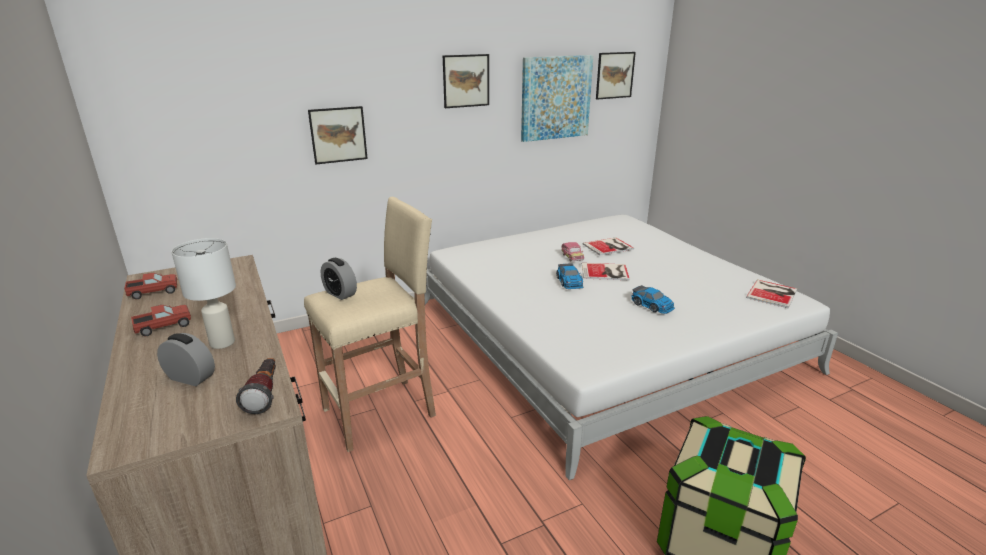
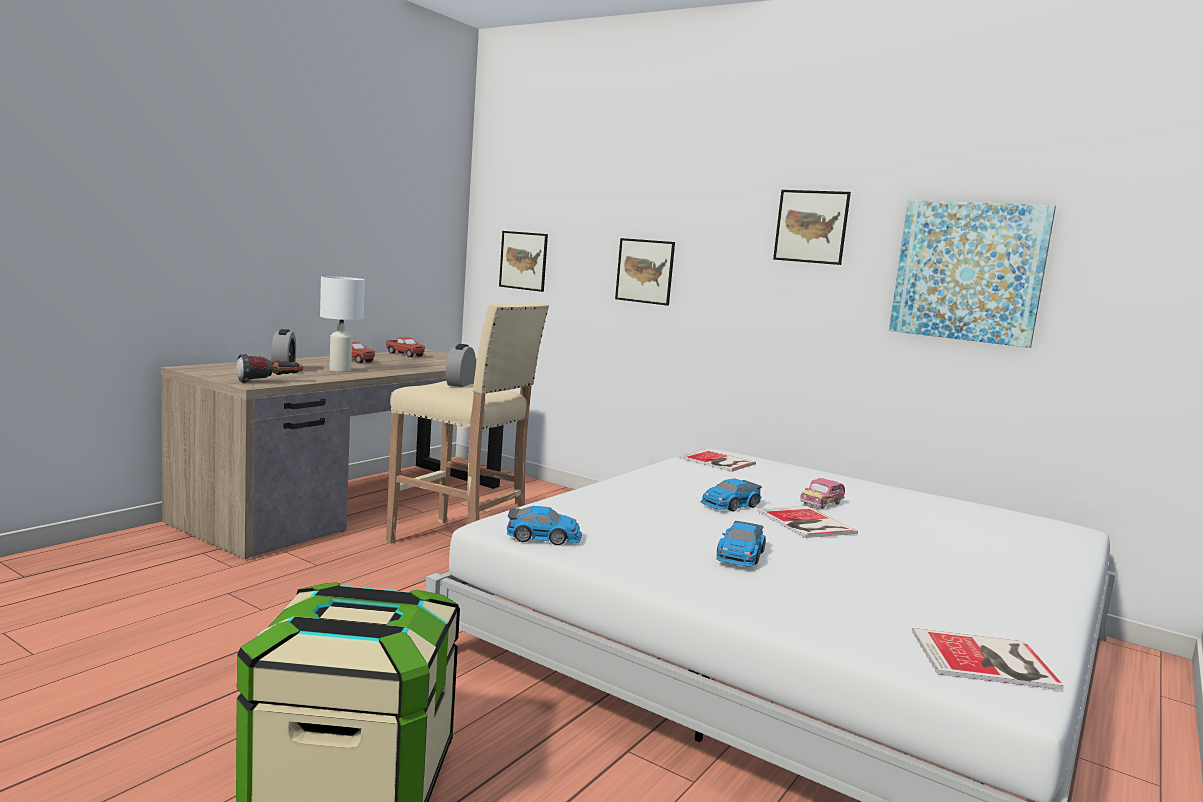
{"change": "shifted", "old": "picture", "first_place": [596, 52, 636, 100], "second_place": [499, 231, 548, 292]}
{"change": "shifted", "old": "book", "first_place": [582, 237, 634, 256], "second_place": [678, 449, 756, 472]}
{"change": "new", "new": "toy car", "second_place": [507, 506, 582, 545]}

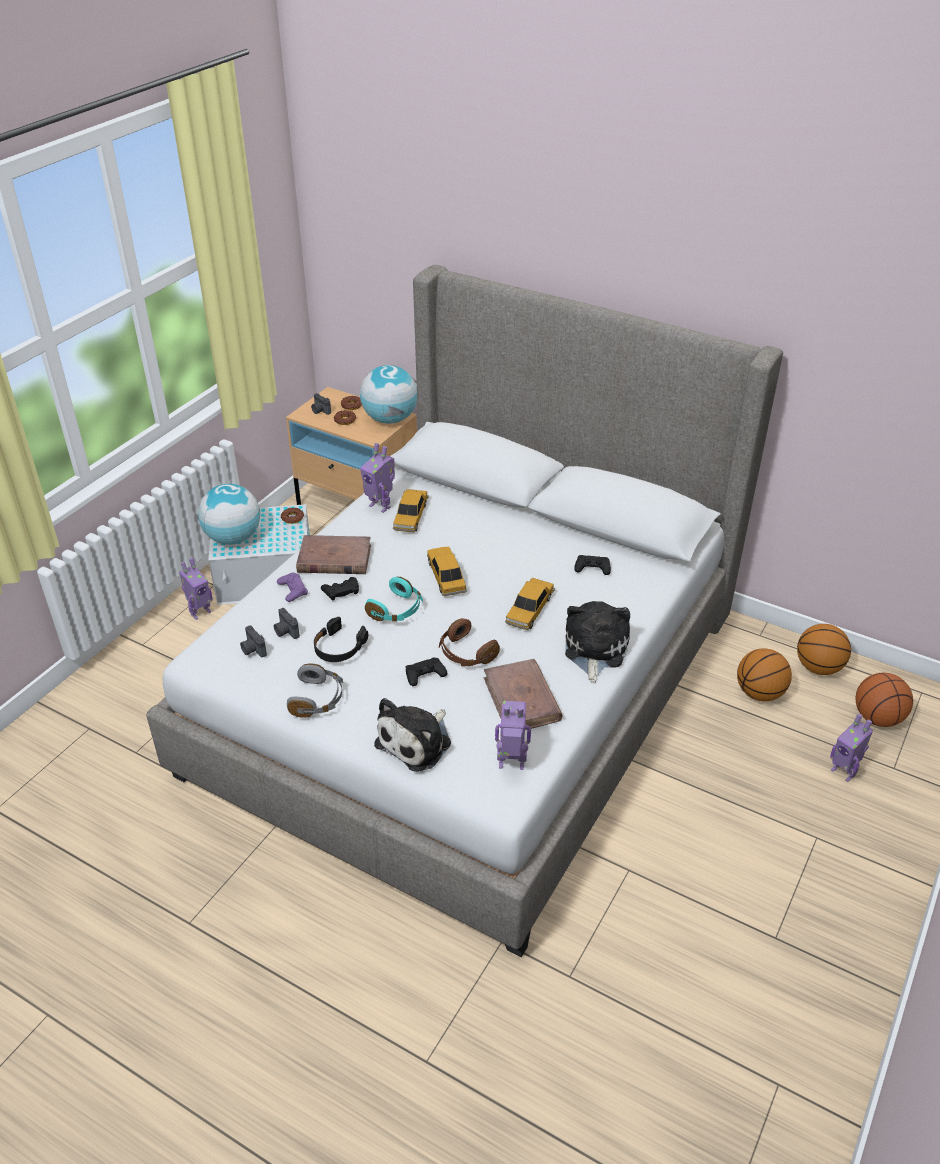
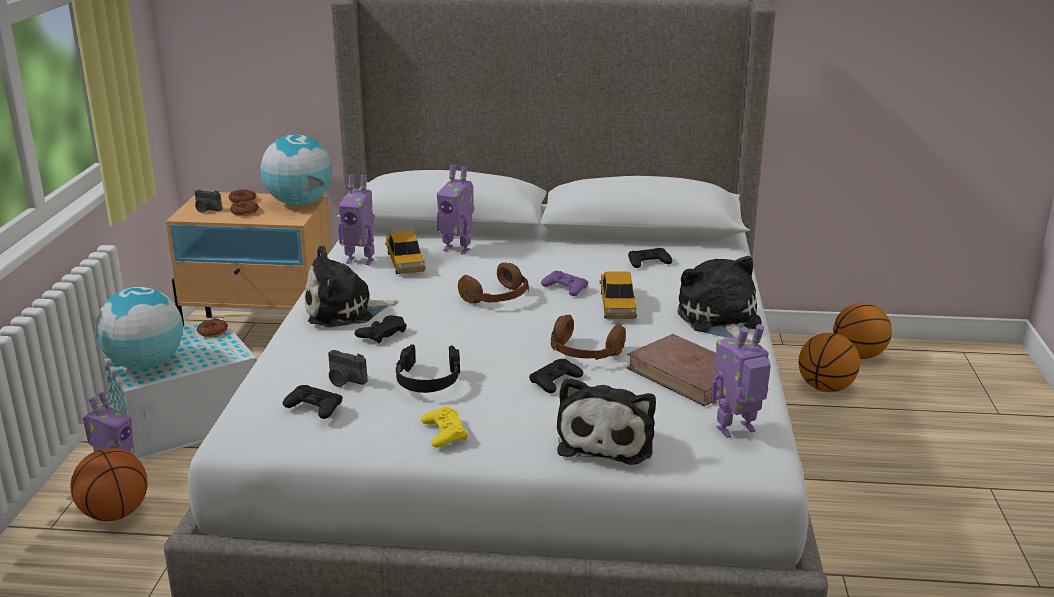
{"change": "swapped", "old": "brown book", "new": "plush toy", "first_place": [296, 535, 371, 574], "second_place": [304, 245, 399, 327]}
{"change": "swapped", "old": "toy car", "new": "brown headphones", "first_place": [427, 547, 467, 596], "second_place": [458, 263, 529, 303]}
{"change": "shifted", "old": "purple game controller", "first_place": [277, 573, 308, 602], "second_place": [541, 271, 588, 296]}
{"change": "gone", "old": "turquoise headphones", "first_place": [365, 577, 423, 621]}
{"change": "swapped", "old": "photo camera", "new": "black game controller", "first_place": [240, 625, 267, 657], "second_place": [283, 385, 343, 419]}
{"change": "swapped", "old": "grey headphones", "new": "yellow game controller", "first_place": [287, 663, 343, 718], "second_place": [421, 407, 468, 448]}
{"change": "shifted", "old": "basketball", "first_place": [856, 673, 913, 727], "second_place": [71, 448, 148, 521]}
{"change": "shifted", "old": "toy robot", "first_place": [830, 714, 873, 782], "second_place": [437, 165, 474, 255]}

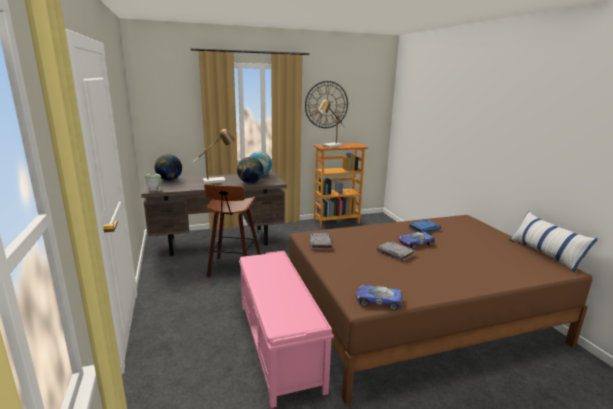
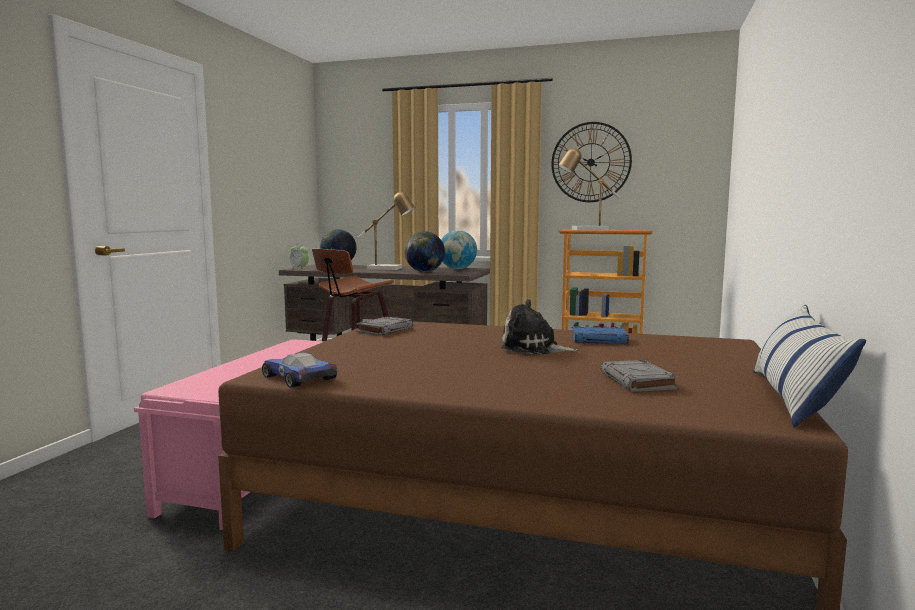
{"change": "swapped", "old": "toy car", "new": "plush toy", "first_place": [399, 232, 435, 249], "second_place": [501, 299, 577, 355]}
{"change": "shifted", "old": "grey book", "first_place": [378, 241, 415, 261], "second_place": [601, 360, 678, 392]}

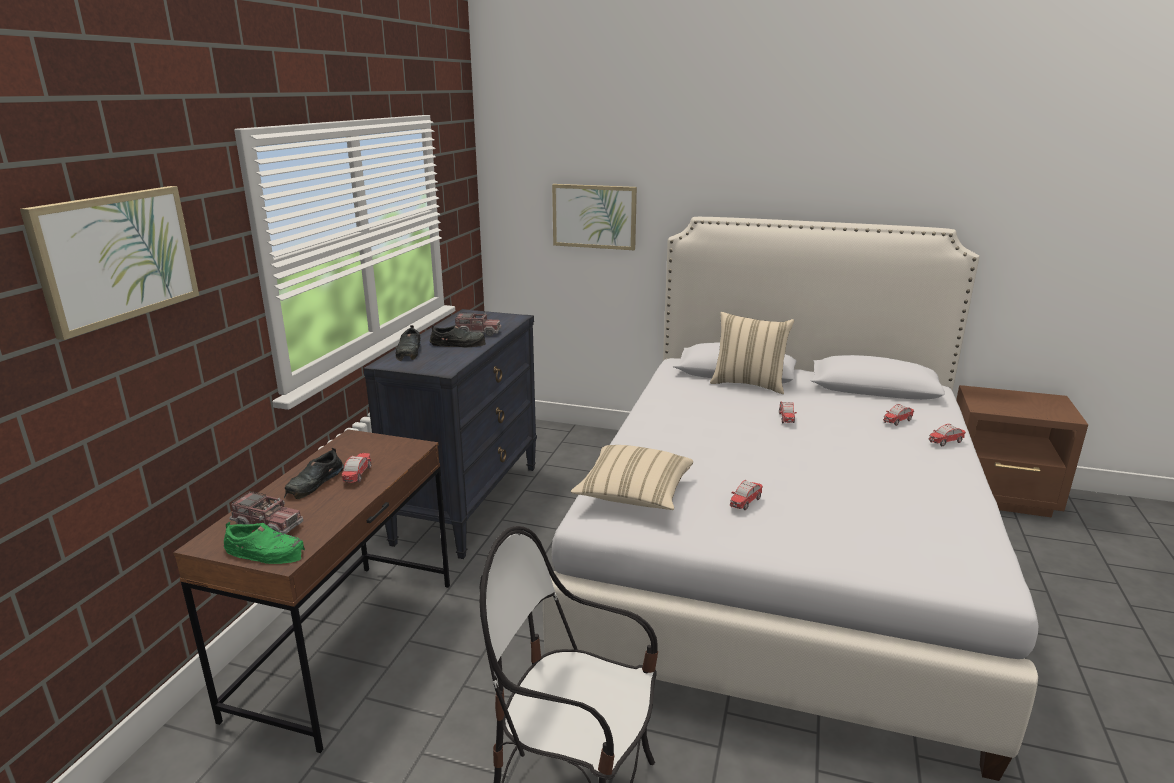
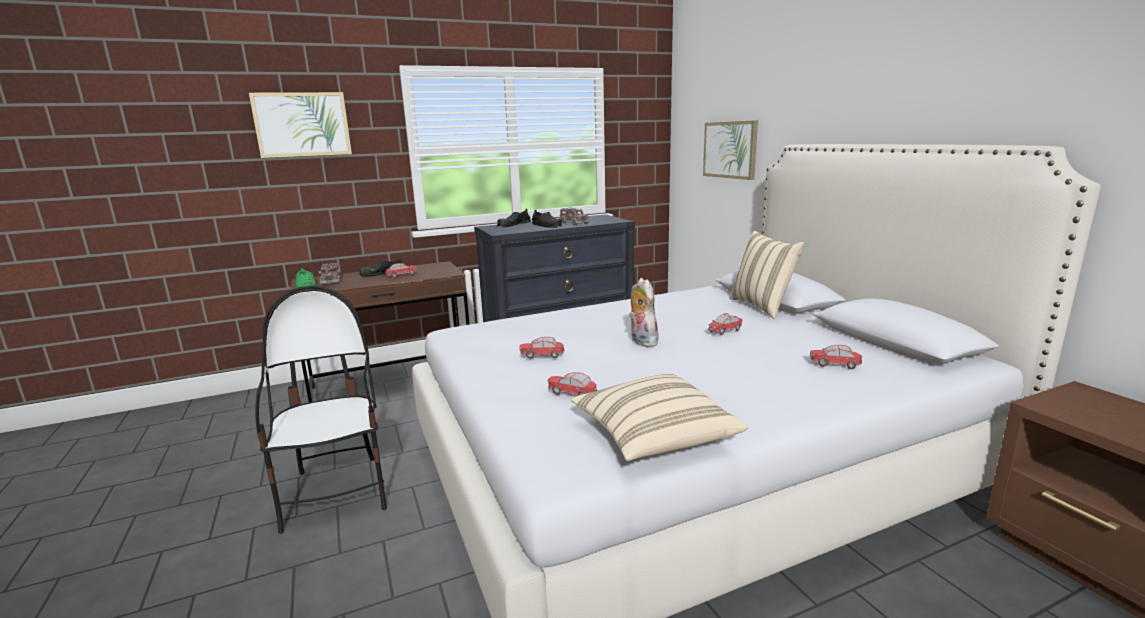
{"change": "shifted", "old": "toy car", "first_place": [929, 424, 966, 446], "second_place": [547, 372, 597, 396]}
{"change": "shifted", "old": "beige pillow", "first_place": [571, 445, 693, 510], "second_place": [571, 374, 748, 461]}
{"change": "new", "new": "plush toy", "second_place": [629, 278, 658, 347]}

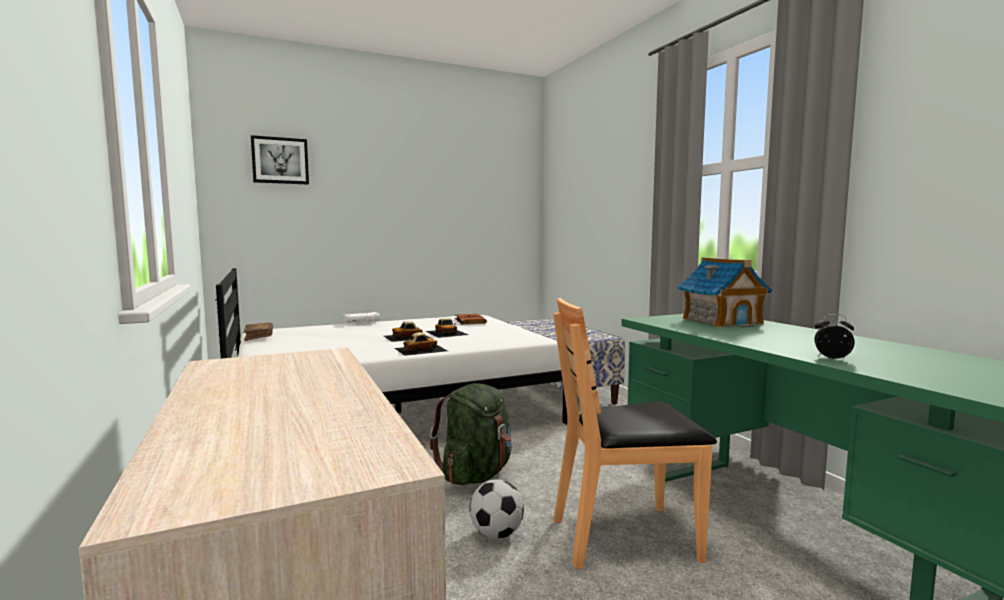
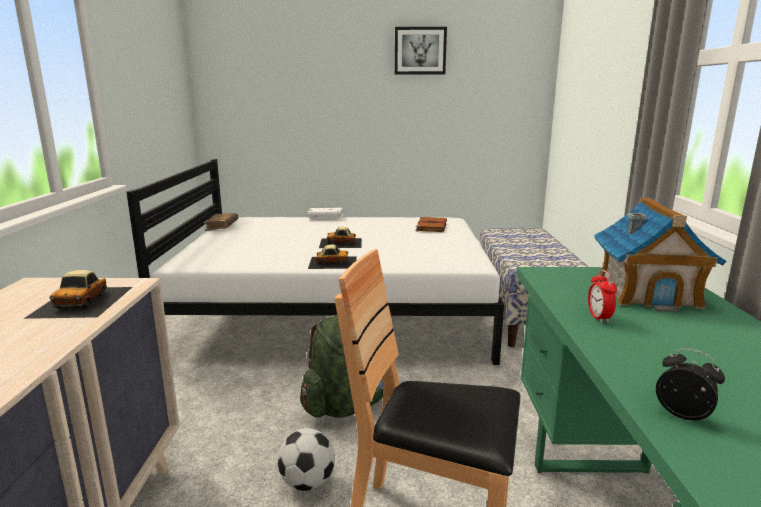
{"change": "shifted", "old": "picture", "first_place": [251, 135, 309, 185], "second_place": [395, 27, 447, 74]}
{"change": "shifted", "old": "toy car", "first_place": [425, 318, 468, 338], "second_place": [24, 270, 132, 319]}
{"change": "new", "new": "alarm clock", "second_place": [588, 270, 617, 323]}

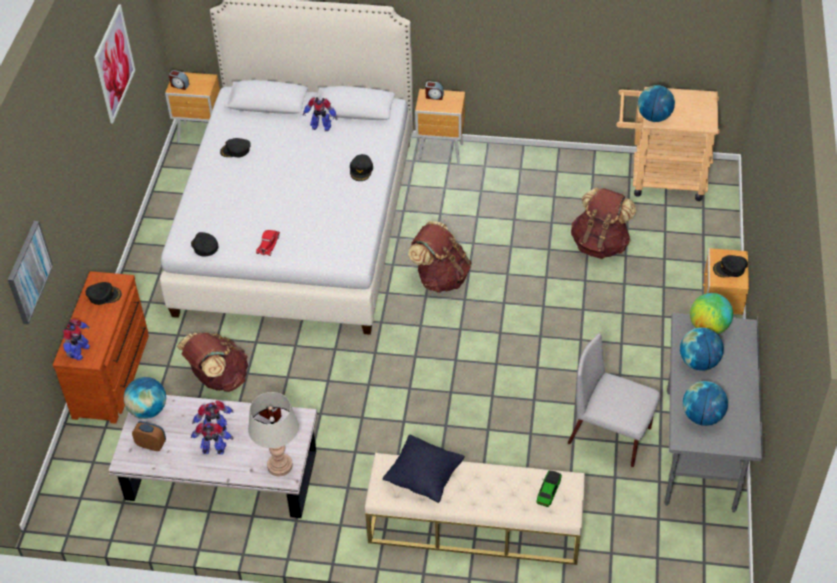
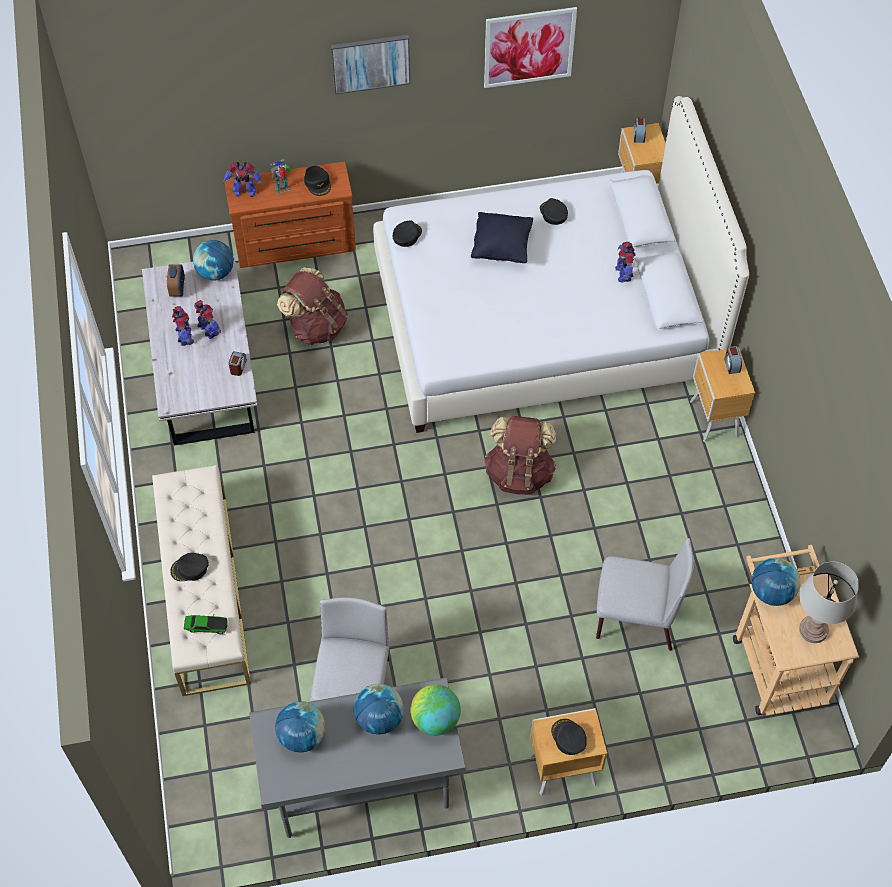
{"change": "shifted", "old": "black cap", "first_place": [350, 154, 373, 181], "second_place": [170, 553, 209, 581]}
{"change": "swapped", "old": "brown backpack", "new": "grey chair", "first_place": [571, 187, 636, 259], "second_place": [596, 538, 694, 651]}
{"change": "shifted", "old": "picture", "first_place": [8, 221, 53, 324], "second_place": [331, 35, 410, 95]}
{"change": "gone", "old": "red toy car", "first_place": [256, 230, 280, 256]}
{"change": "shifted", "old": "grey table lamp", "first_place": [248, 392, 299, 476], "second_place": [799, 562, 859, 643]}
{"change": "shifted", "old": "black pillow", "first_place": [383, 435, 464, 503], "second_place": [471, 212, 533, 263]}
{"change": "new", "new": "toy robot", "second_place": [270, 159, 291, 194]}

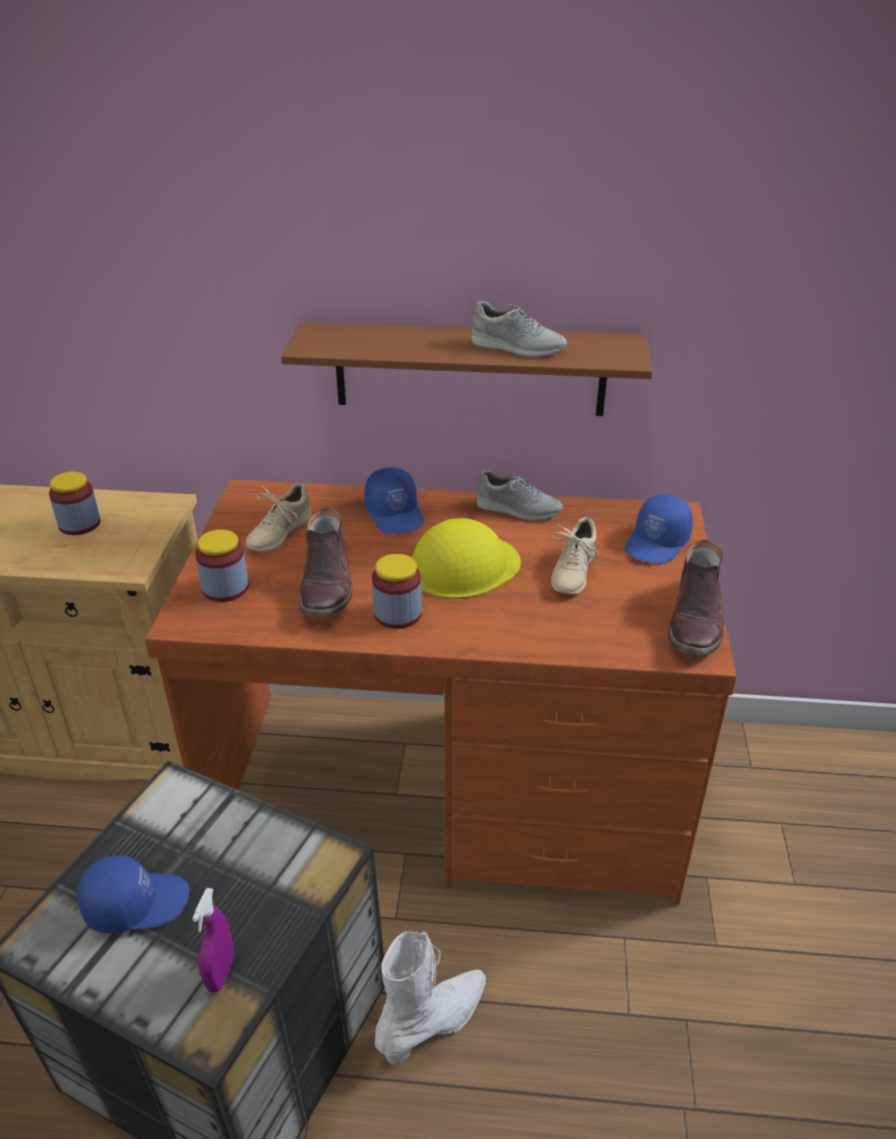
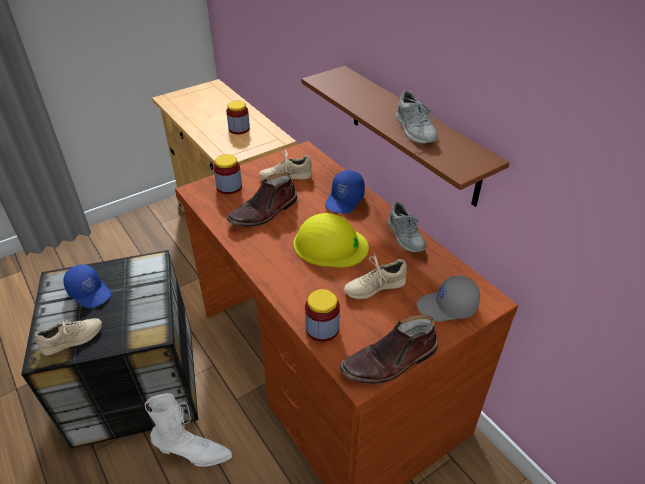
{"change": "repainted", "old": "blue cap", "new": "grey cap", "first_place": [625, 495, 693, 564], "second_place": [417, 275, 480, 322]}
{"change": "shifted", "old": "jar", "first_place": [372, 554, 422, 629], "second_place": [305, 289, 340, 342]}
{"change": "swapped", "old": "purple spray bottle", "new": "beige shoe", "first_place": [192, 888, 234, 993], "second_place": [35, 318, 102, 356]}

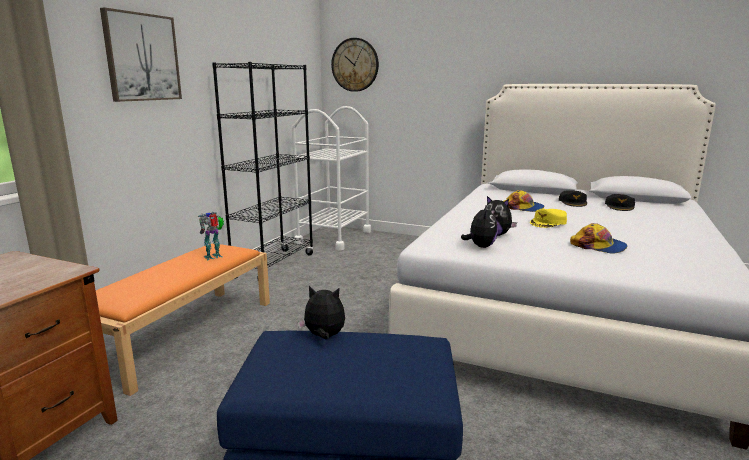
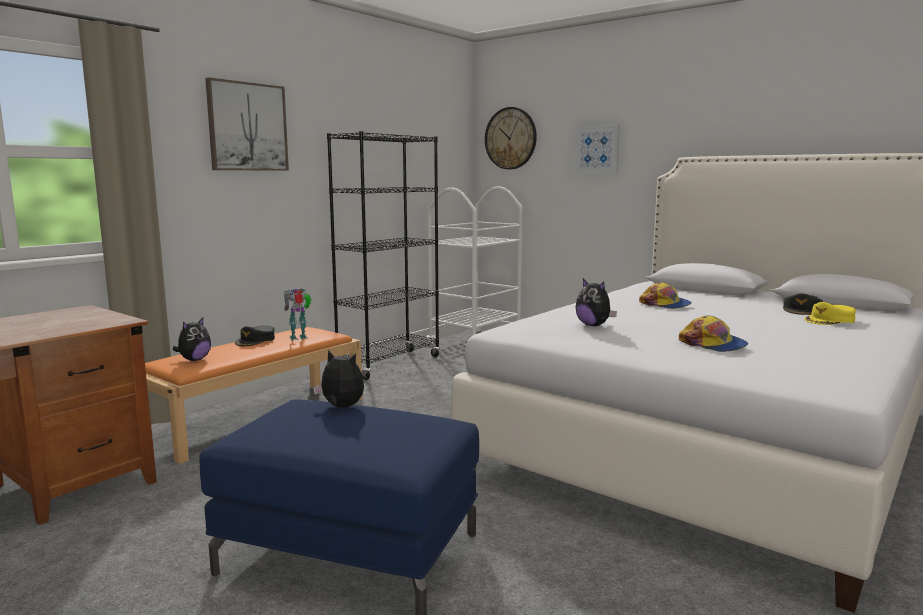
{"change": "shifted", "old": "black cap", "first_place": [559, 190, 587, 207], "second_place": [235, 326, 275, 346]}
{"change": "shifted", "old": "plush toy", "first_place": [461, 204, 498, 248], "second_place": [172, 318, 211, 361]}
{"change": "shifted", "old": "yellow cap", "first_place": [530, 209, 567, 228], "second_place": [804, 302, 856, 325]}
{"change": "new", "new": "picture", "second_place": [574, 124, 620, 173]}

